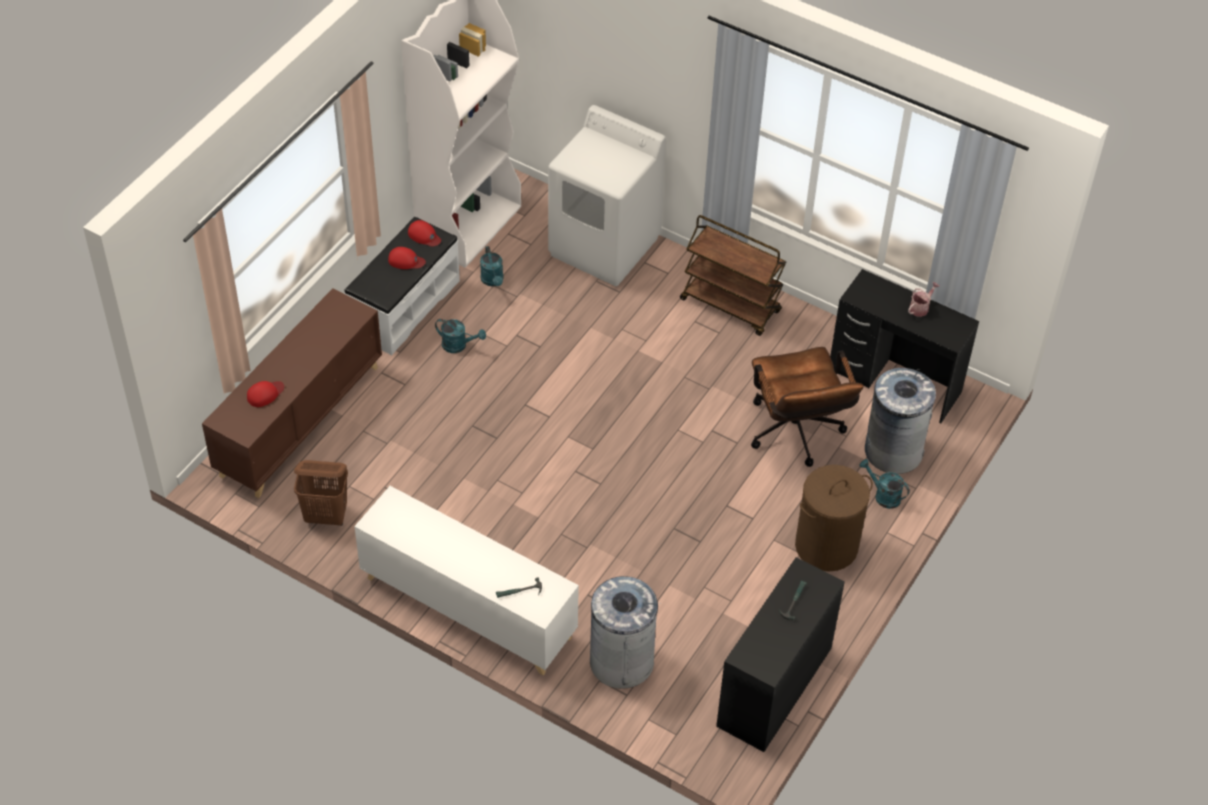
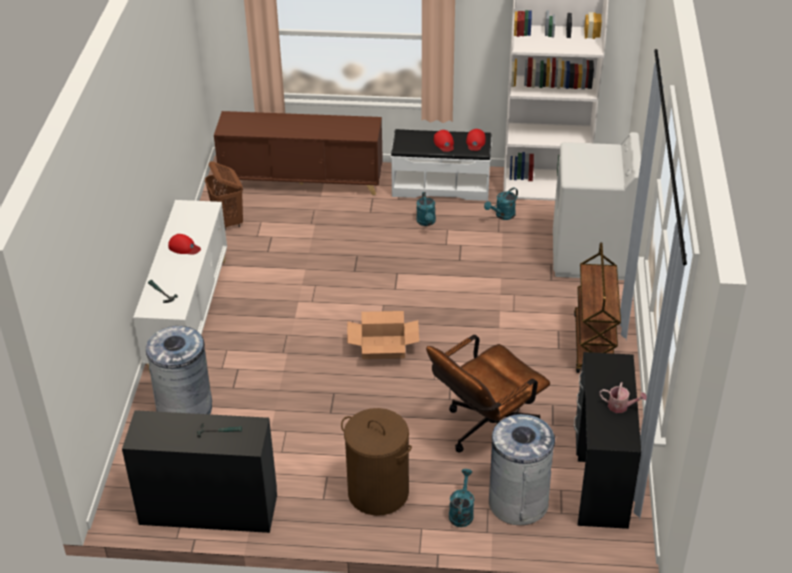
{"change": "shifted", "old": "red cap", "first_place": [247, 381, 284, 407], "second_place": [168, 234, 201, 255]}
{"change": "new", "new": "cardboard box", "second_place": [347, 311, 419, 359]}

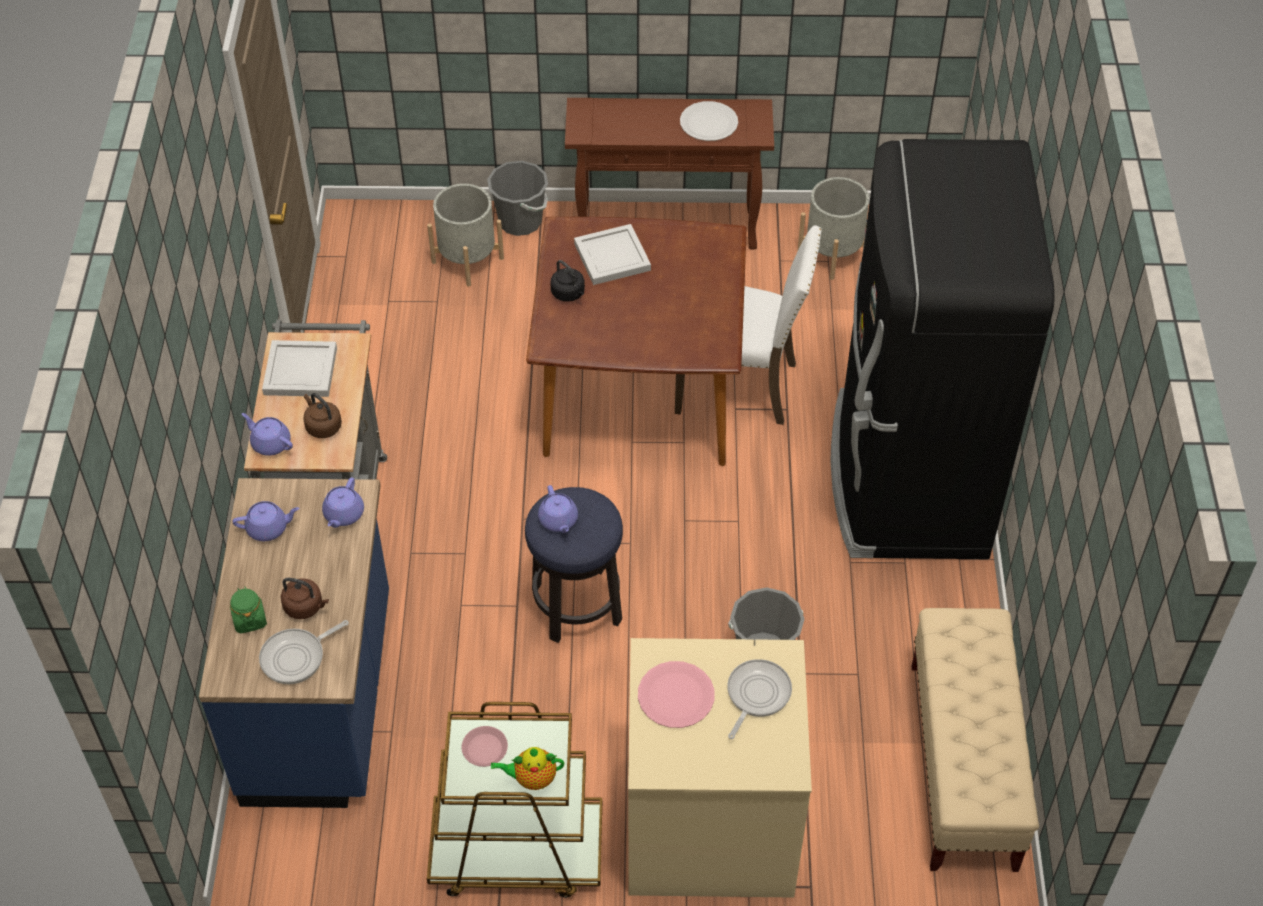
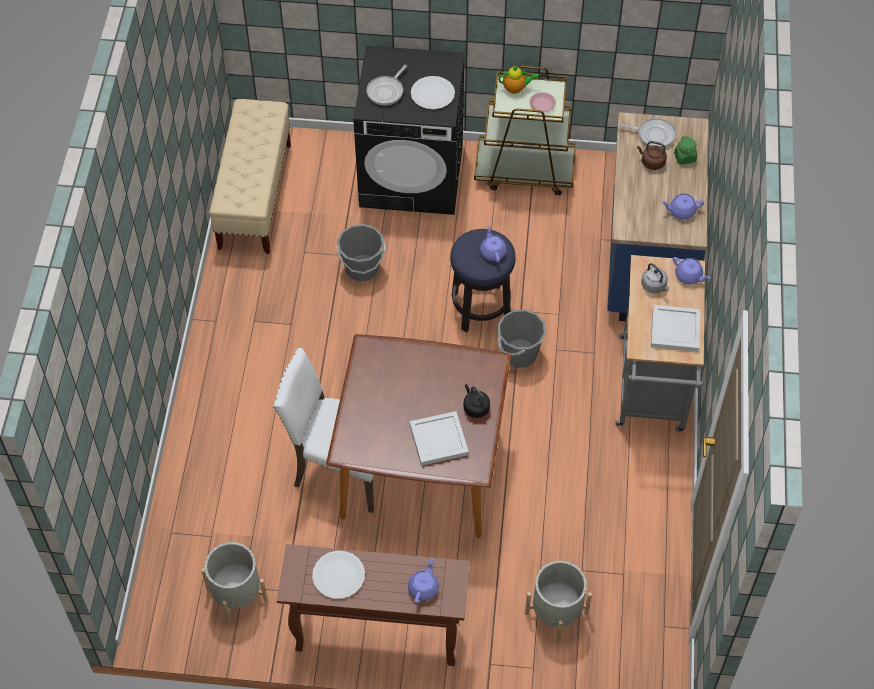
{"change": "gone", "old": "black fridge", "first_place": [831, 139, 1055, 559]}
{"change": "shifted", "old": "grey bucket", "first_place": [487, 161, 548, 236], "second_place": [497, 309, 546, 368]}
{"change": "repainted", "old": "brown kettle", "new": "grey kettle", "first_place": [303, 393, 342, 438], "second_place": [641, 263, 669, 293]}
{"change": "shifted", "old": "purple teapot", "first_place": [322, 477, 364, 528], "second_place": [408, 558, 439, 604]}
{"change": "rotated", "old": "frying pan", "first_place": [259, 620, 349, 684], "second_place": [618, 118, 676, 148], "degrees": 45}
{"change": "repainted", "old": "beige washing machine", "new": "black washing machine", "first_place": [628, 638, 812, 898], "second_place": [353, 45, 465, 215]}
{"change": "repainted", "old": "pink plate", "new": "white plate", "first_place": [638, 661, 715, 728], "second_place": [411, 76, 455, 109]}

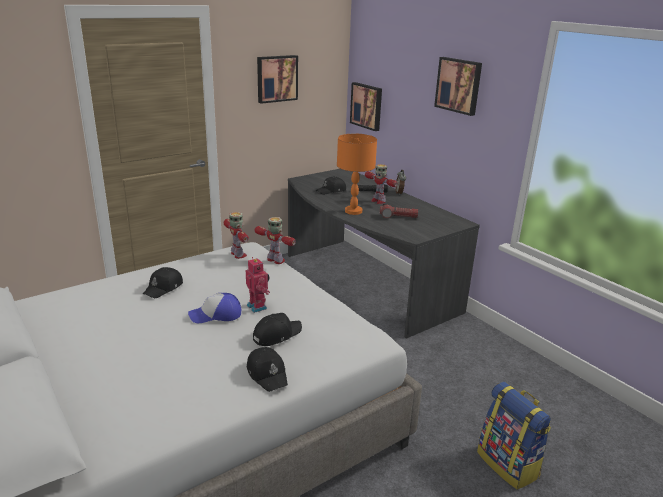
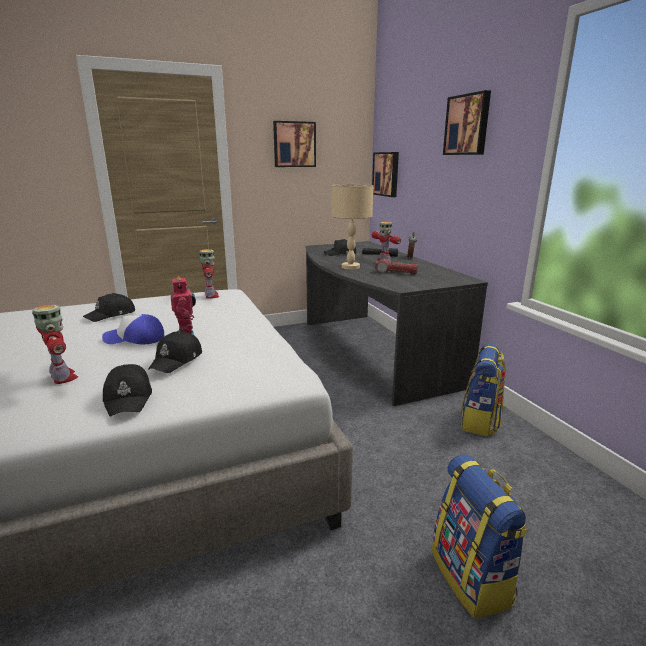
{"change": "repainted", "old": "orange table lamp", "new": "beige table lamp", "first_place": [337, 134, 377, 215], "second_place": [331, 184, 373, 270]}
{"change": "shifted", "old": "toy robot", "first_place": [255, 217, 296, 264], "second_place": [32, 305, 78, 384]}
{"change": "rotated", "old": "black cap", "first_place": [253, 313, 302, 346], "second_place": [148, 331, 202, 373], "degrees": 135}
{"change": "new", "new": "backpack", "second_place": [461, 344, 506, 436]}

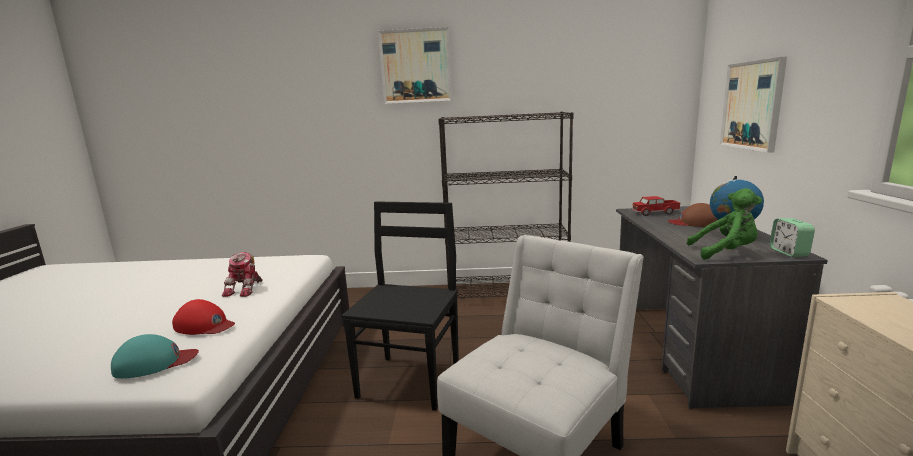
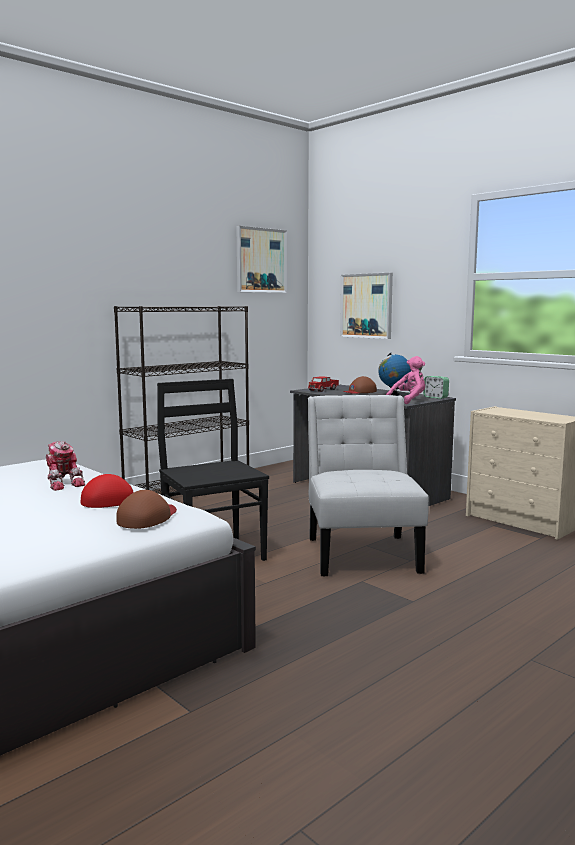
{"change": "shifted", "old": "picture", "first_place": [378, 27, 452, 104], "second_place": [236, 226, 287, 293]}
{"change": "repainted", "old": "green plush toy", "new": "pink plush toy", "first_place": [687, 188, 762, 260], "second_place": [386, 356, 425, 404]}
{"change": "repainted", "old": "turquoise cap", "new": "brown cap", "first_place": [111, 334, 199, 379], "second_place": [116, 490, 177, 529]}

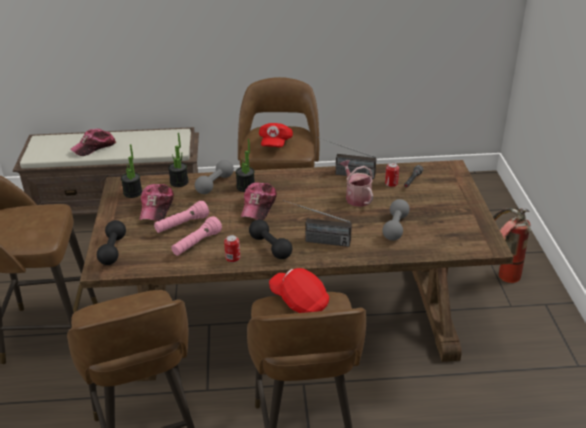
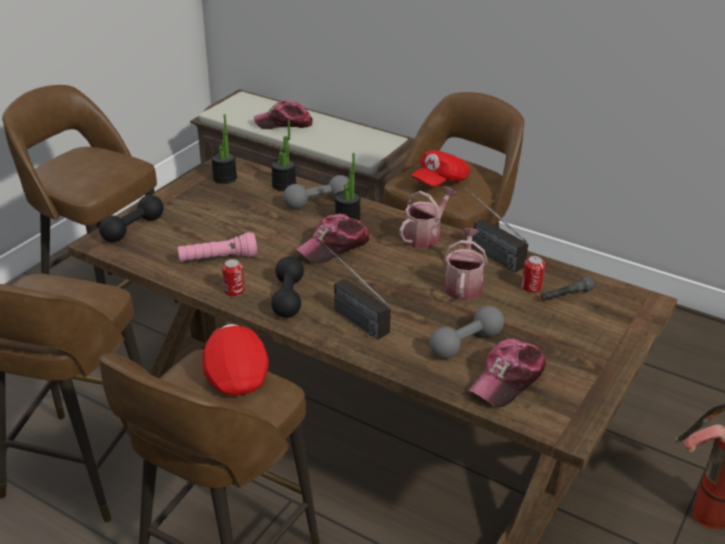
{"change": "shifted", "old": "cap", "first_place": [139, 184, 174, 221], "second_place": [469, 339, 546, 407]}
{"change": "gone", "old": "pink flashlight", "first_place": [154, 201, 209, 233]}
{"change": "new", "new": "watering can", "second_place": [399, 186, 457, 249]}

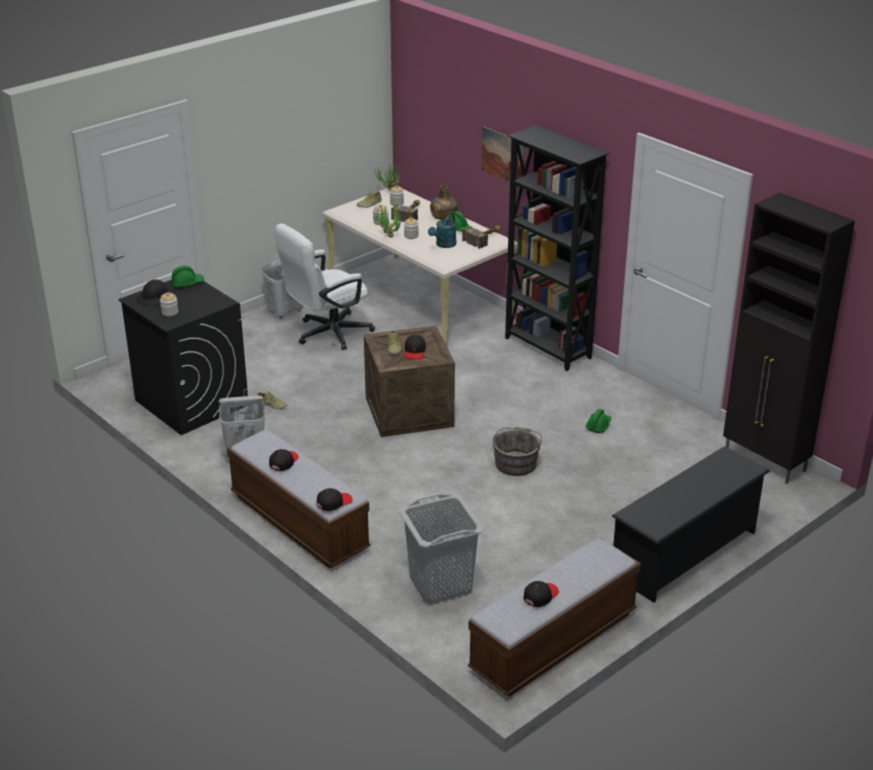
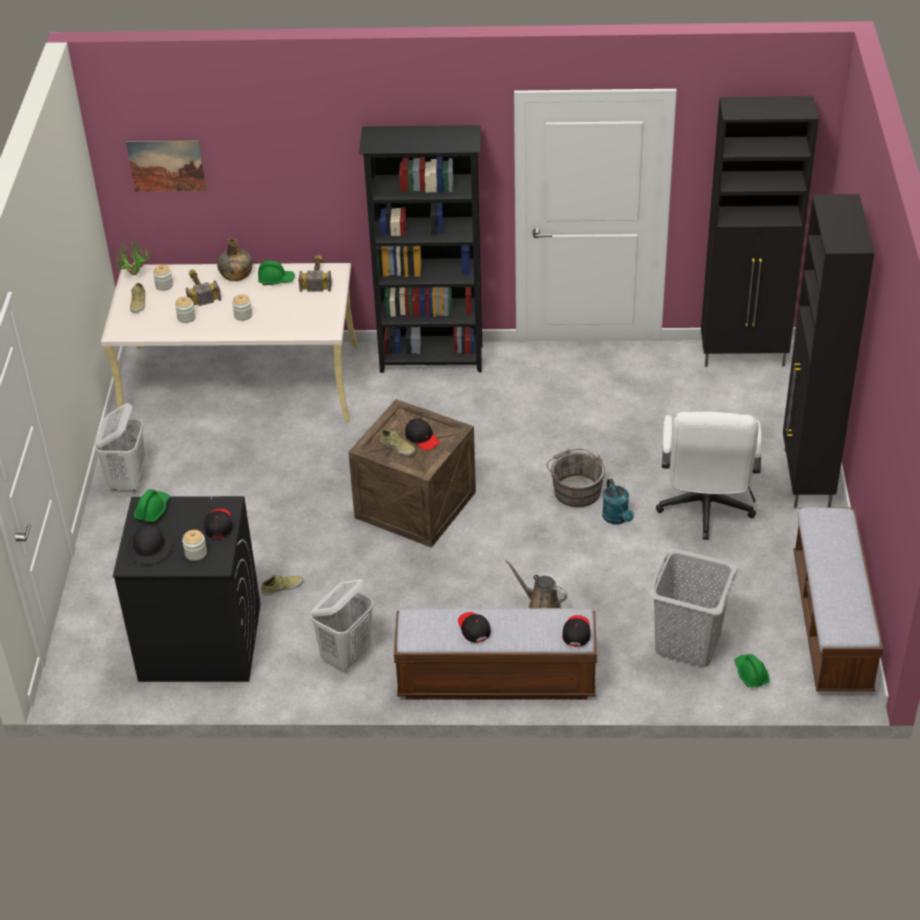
{"change": "shifted", "old": "picture", "first_place": [482, 126, 525, 182], "second_place": [126, 140, 207, 192]}
{"change": "gone", "old": "potted plant", "first_place": [373, 204, 400, 237]}
{"change": "shifted", "old": "turquoise watering can", "first_place": [428, 214, 457, 248], "second_place": [602, 479, 634, 525]}
{"change": "shifted", "old": "white office chair", "first_place": [274, 223, 375, 350], "second_place": [656, 412, 762, 540]}
{"change": "shifted", "old": "green hard hat", "first_place": [586, 409, 611, 433], "second_place": [734, 654, 770, 688]}
{"change": "swapped", "old": "black shoe rack", "new": "black cabinet", "first_place": [612, 446, 770, 603], "second_place": [783, 194, 875, 508]}
{"change": "shifted", "old": "black cap", "first_place": [524, 581, 559, 607], "second_place": [204, 509, 233, 538]}
{"change": "new", "new": "brown watering can", "second_place": [505, 560, 567, 609]}

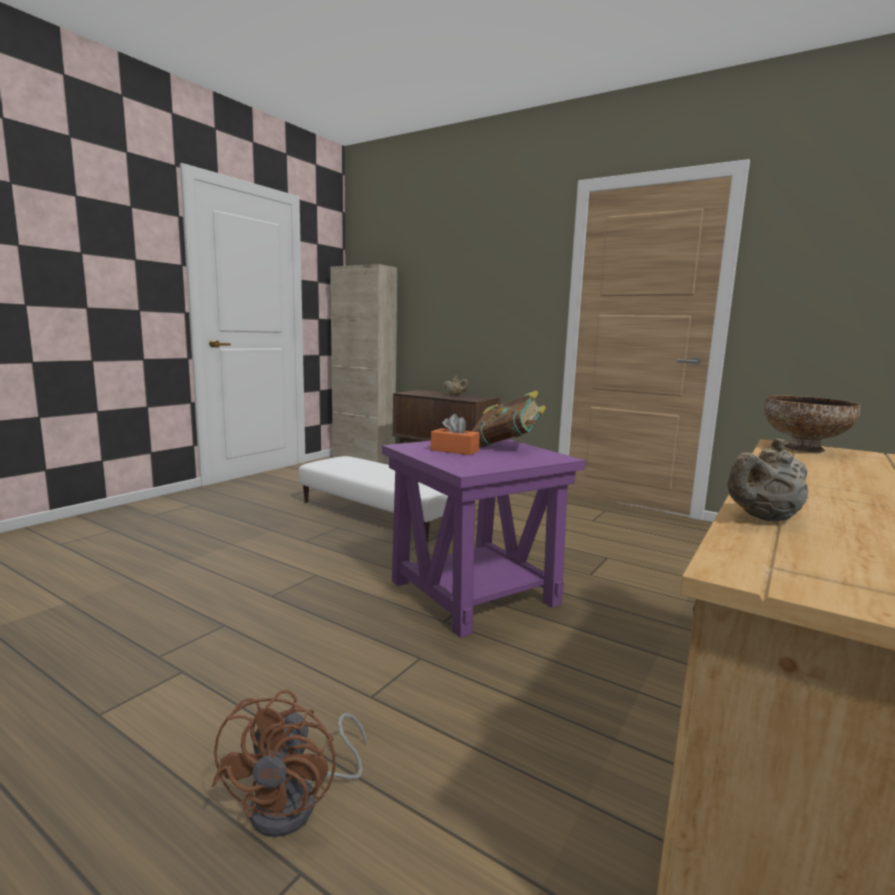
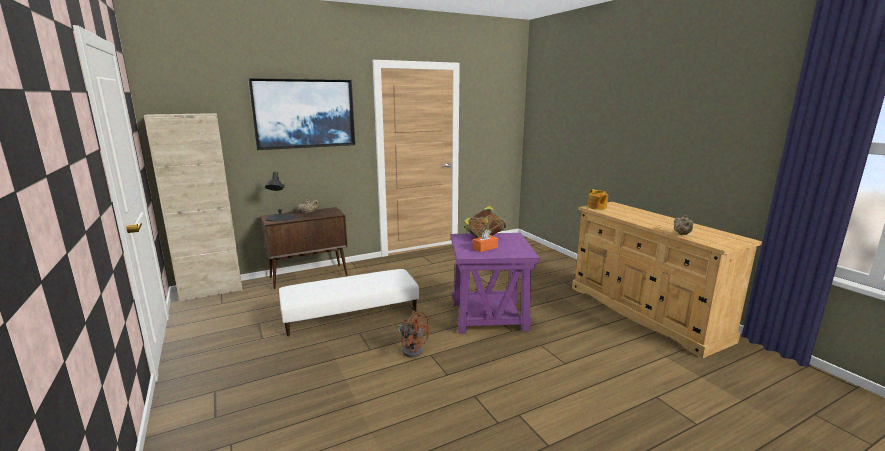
{"change": "swapped", "old": "bowl", "new": "teapot", "first_place": [764, 395, 860, 452], "second_place": [588, 189, 608, 210]}
{"change": "shifted", "old": "brown fan", "first_place": [211, 689, 366, 837], "second_place": [397, 311, 429, 358]}
{"change": "new", "new": "picture", "second_place": [248, 78, 355, 150]}
{"change": "new", "new": "black table lamp", "second_place": [265, 172, 295, 222]}

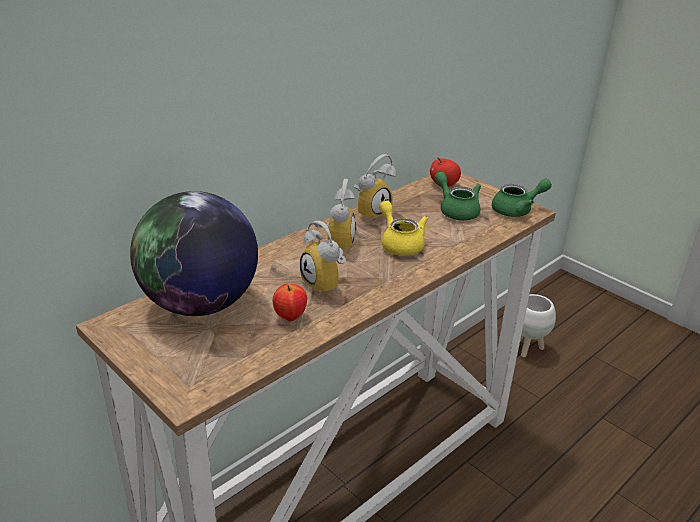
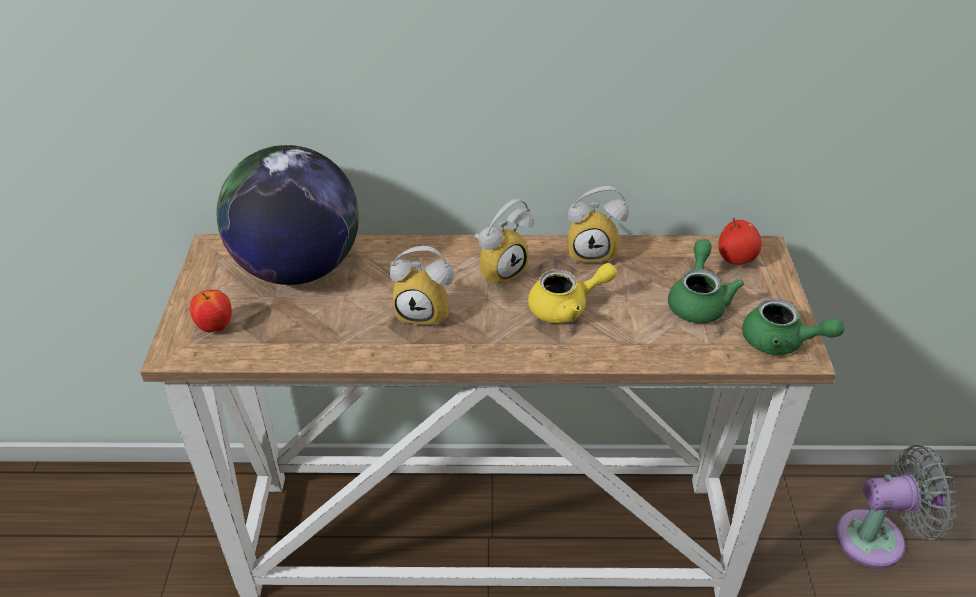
{"change": "rotated", "old": "yellow teapot", "first_place": [379, 200, 428, 256], "second_place": [528, 263, 617, 323], "degrees": 60}
{"change": "rotated", "old": "alarm clock", "first_place": [300, 221, 346, 295], "second_place": [390, 246, 454, 327], "degrees": -90}
{"change": "shifted", "old": "apple", "first_place": [273, 283, 307, 321], "second_place": [190, 290, 232, 333]}
{"change": "swapped", "old": "white planter", "new": "grey fan", "first_place": [520, 294, 556, 357], "second_place": [836, 445, 957, 568]}

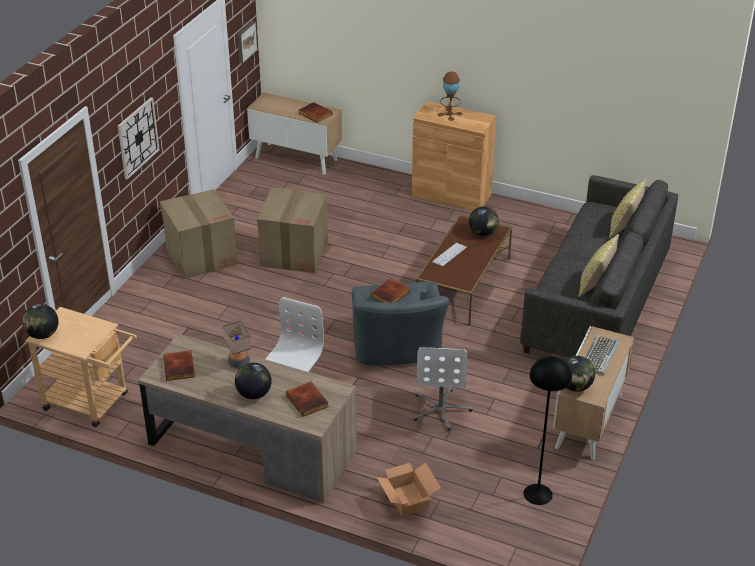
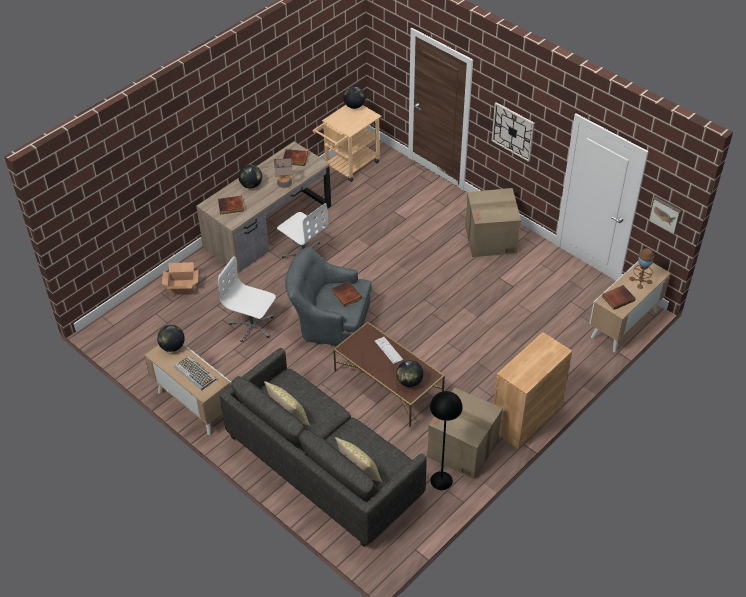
{"change": "shifted", "old": "brown table lamp", "first_place": [437, 72, 463, 121], "second_place": [629, 248, 655, 289]}
{"change": "shifted", "old": "cardboard box", "first_place": [257, 187, 328, 273], "second_place": [427, 387, 503, 479]}
{"change": "shifted", "old": "black floor lamp", "first_place": [523, 356, 572, 505], "second_place": [430, 391, 463, 490]}

